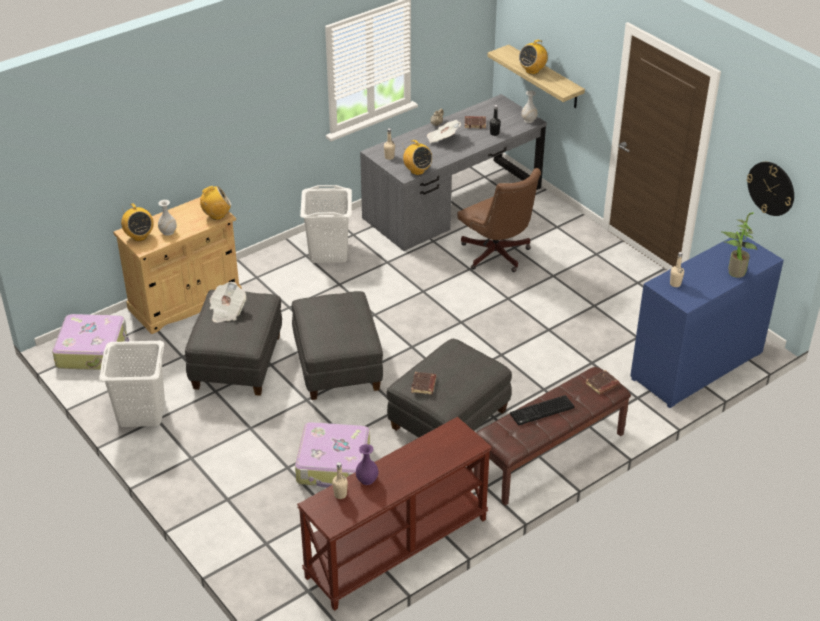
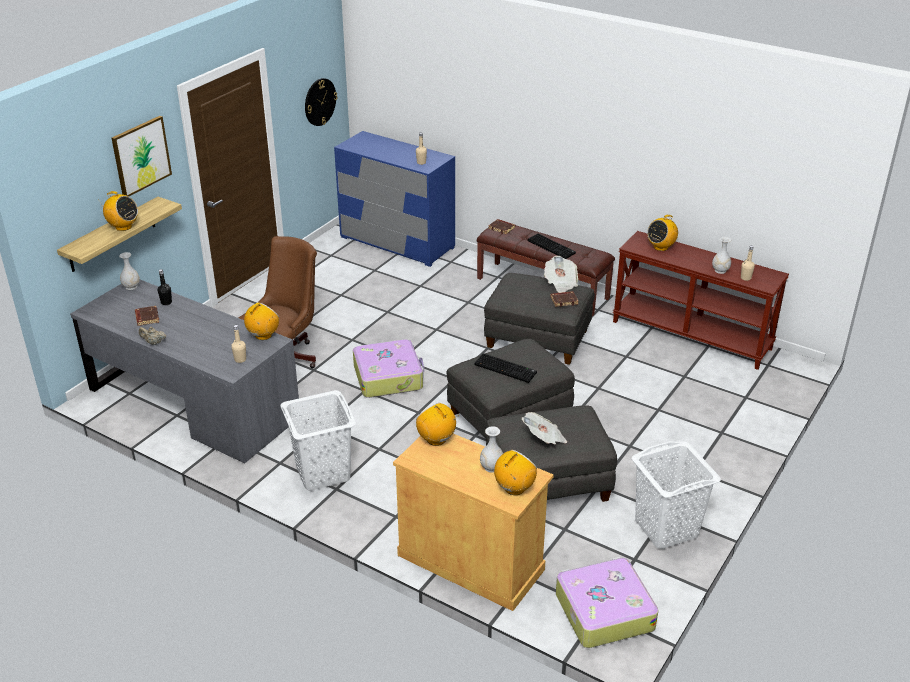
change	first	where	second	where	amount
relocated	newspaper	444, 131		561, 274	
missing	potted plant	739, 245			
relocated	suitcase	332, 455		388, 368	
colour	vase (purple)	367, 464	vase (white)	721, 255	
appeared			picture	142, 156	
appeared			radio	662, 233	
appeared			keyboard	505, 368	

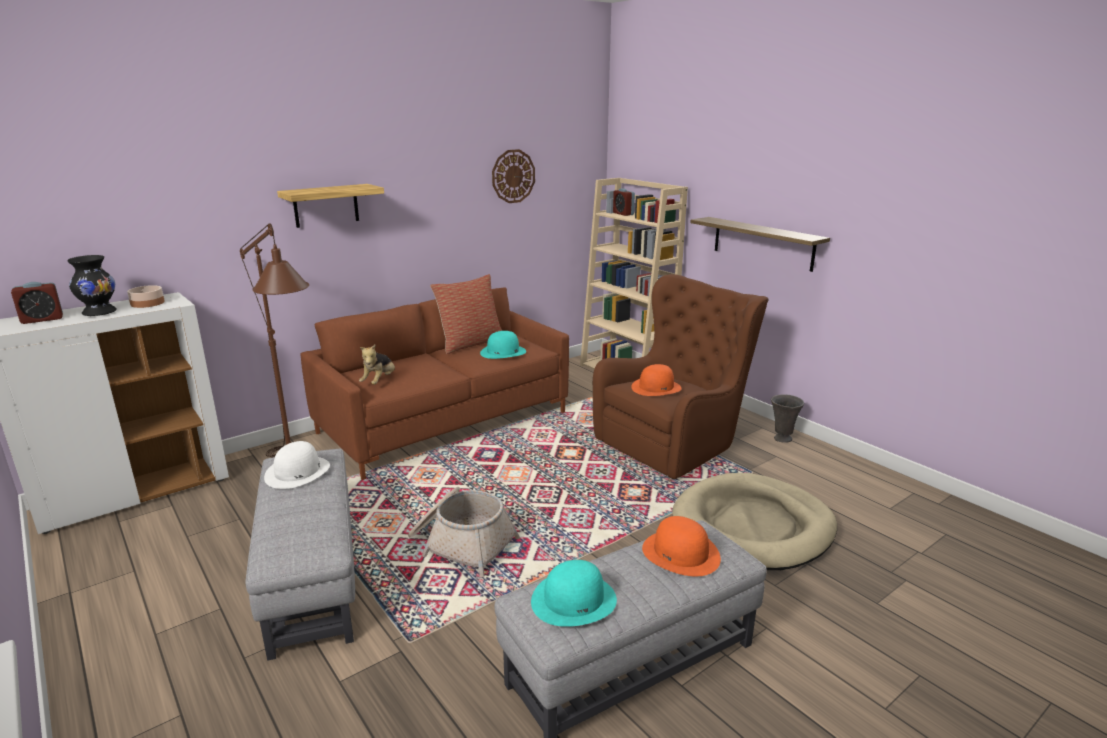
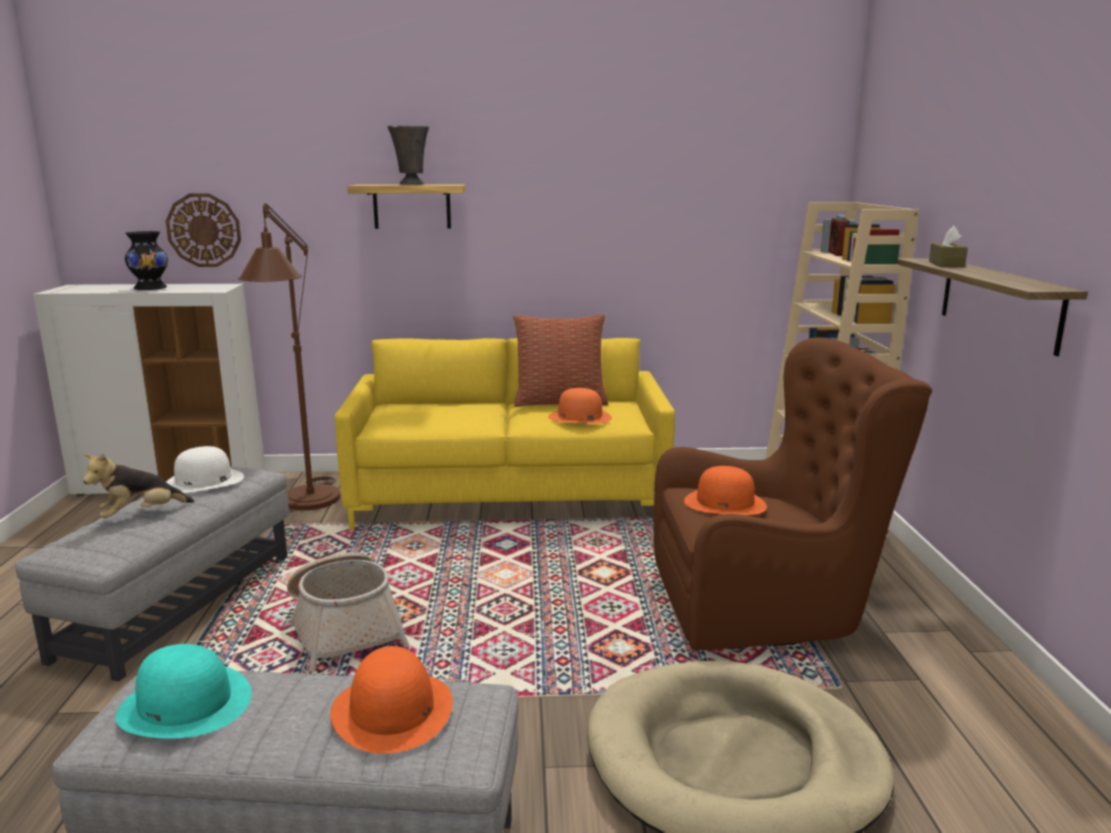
change	first	where	second	where	amount
relocated	wall clock	513, 176		203, 230	
missing	alarm clock	37, 303			
missing	bowl	146, 296			
colour	sofa (brown)	434, 384	sofa (yellow)	505, 434	
colour	hat (turquoise)	503, 345	hat (orange)	580, 406	
relocated	plush toy	377, 365		138, 486	
relocated	vase (grey)	787, 418		408, 155	
appeared			tissue box (brown)	948, 246	

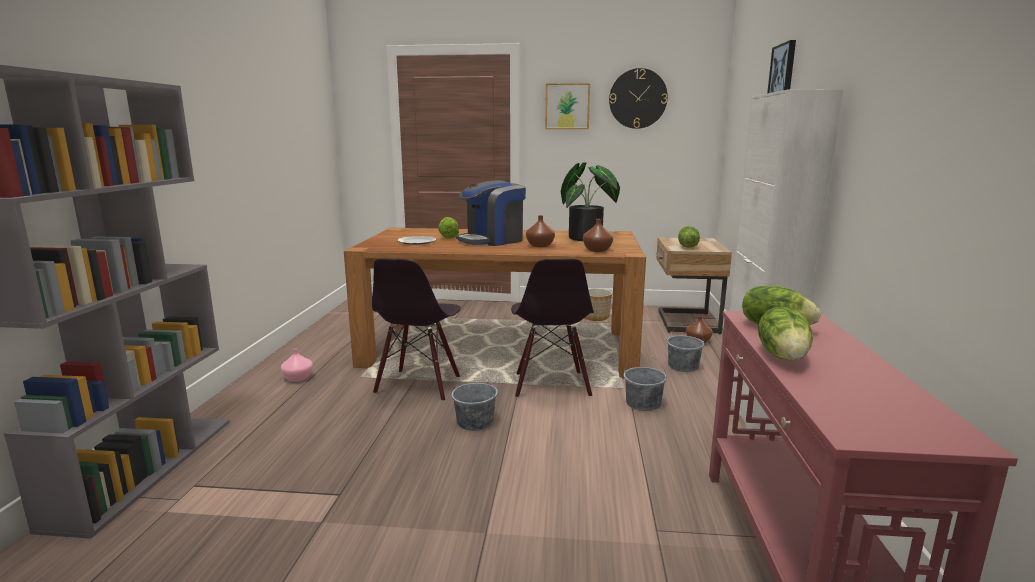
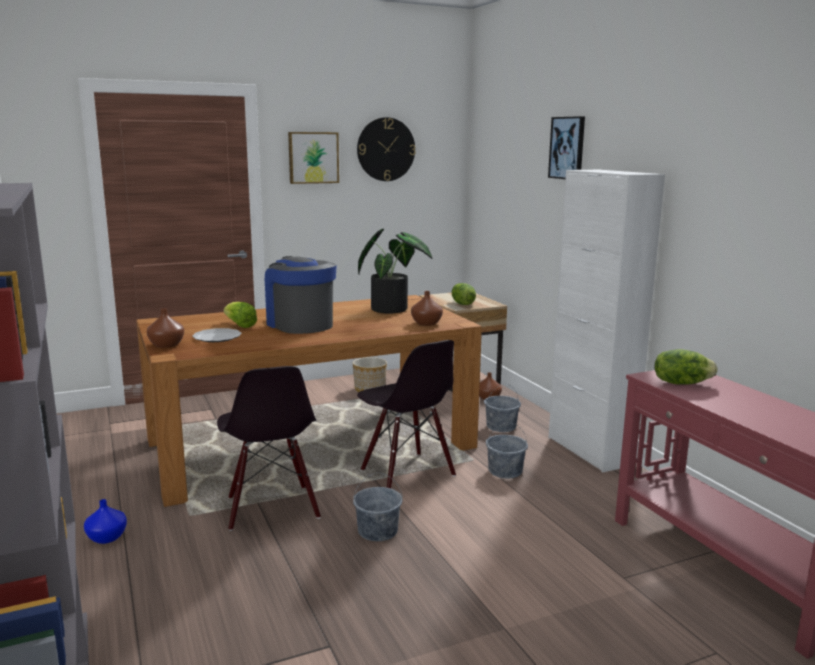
change	first	where	second	where	amount
spun	coffee machine	491, 213		301, 295	120 degrees clockwise
relocated	vase (brown)	540, 231		165, 328	
missing	lettuce	785, 334			
colour	vase (pink)	297, 365	vase (blue)	105, 521	

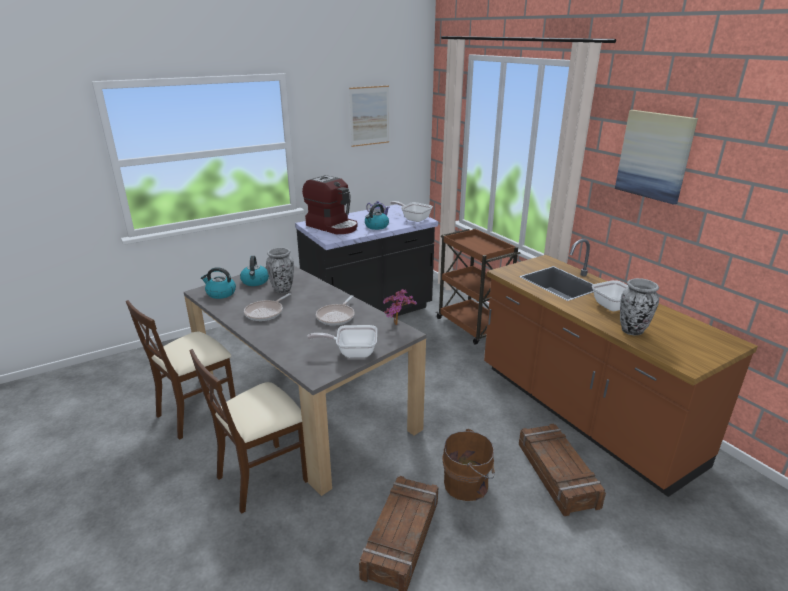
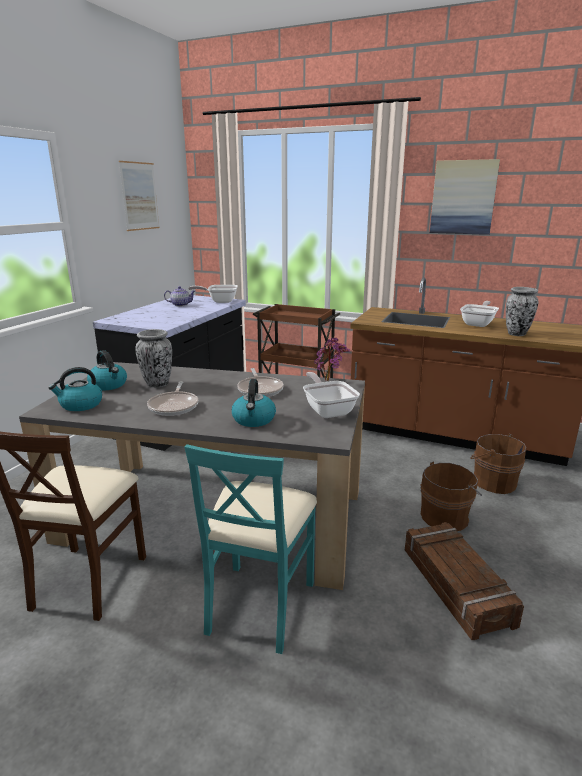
change	first	where	second	where	amount
missing	coffee machine	330, 204			
relocated	kettle	377, 217		254, 403	
spun	frying pan	342, 341		331, 395	105 degrees clockwise
colour	chair (beige)	248, 431	chair (turquoise)	251, 549	
exchanged	crate	562, 470	bucket (brown)	498, 464	

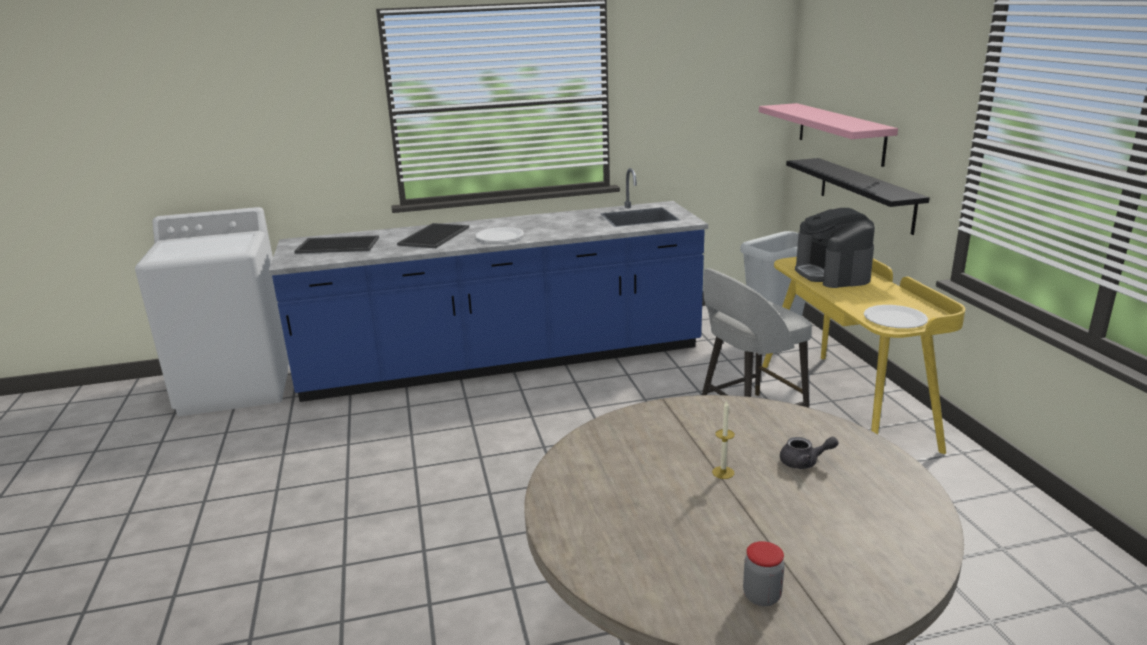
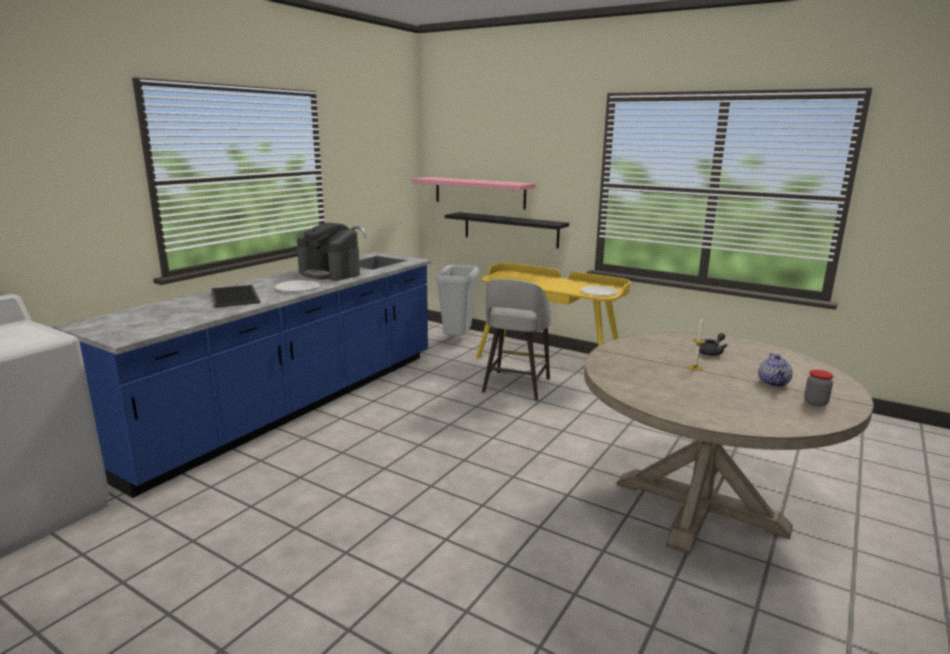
change	first	where	second	where	amount
relocated	coffee machine	835, 248		328, 252	
missing	tray	336, 244			
appeared			teapot	775, 370	

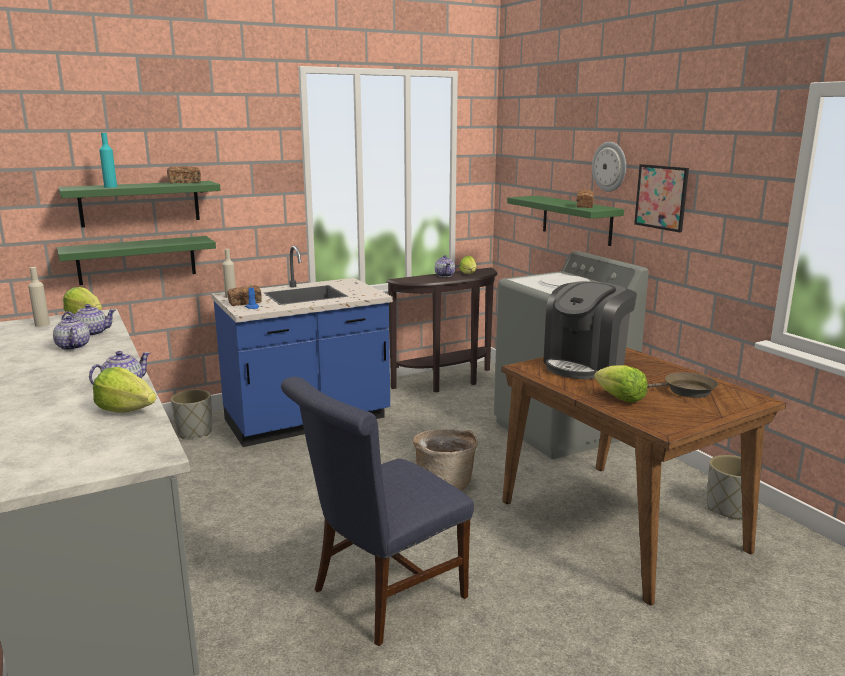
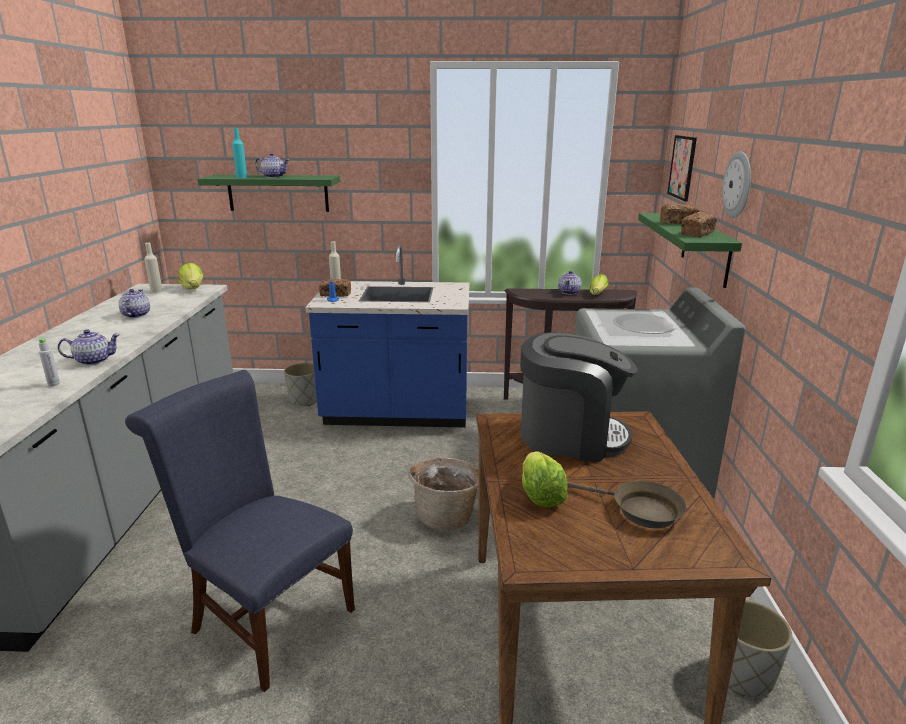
change	first	where	second	where	amount
relocated	picture	661, 198		682, 168	
relocated	bread	184, 174		680, 214	
missing	shelf (green)	136, 260			
spun	coffee machine	590, 330		578, 397	150 degrees counterclockwise
relocated	teapot	89, 320		272, 165	
exchanged	lettuce	124, 390	bottle (grey)	49, 362	
spun	chair (blue)	377, 511		240, 531	45 degrees clockwise

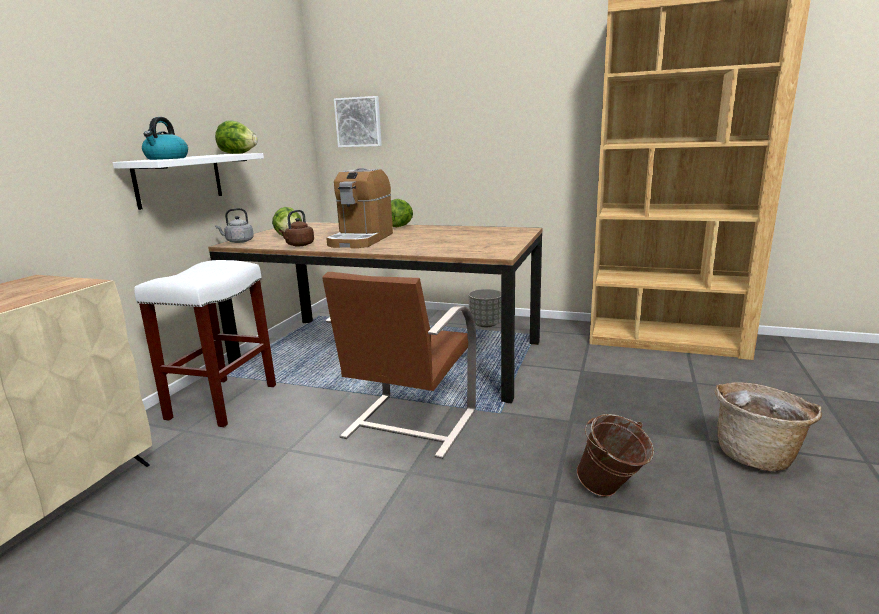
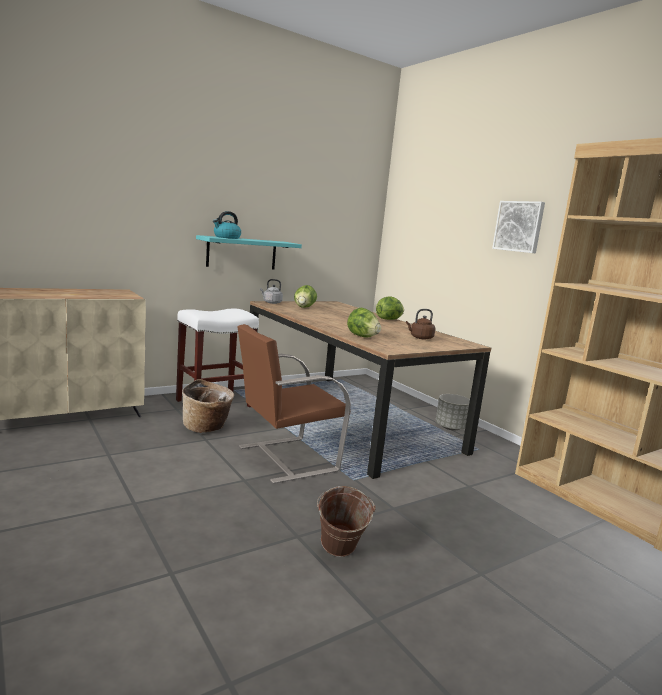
change	first	where	second	where	amount
relocated	picture	358, 121		518, 227	
relocated	lettuce	236, 137		364, 323	
colour	shelf (white)	188, 181	shelf (turquoise)	249, 252	
missing	coffee machine	359, 208			
relocated	kettle (brown)	296, 228		420, 324	
relocated	basket	768, 426		208, 406	

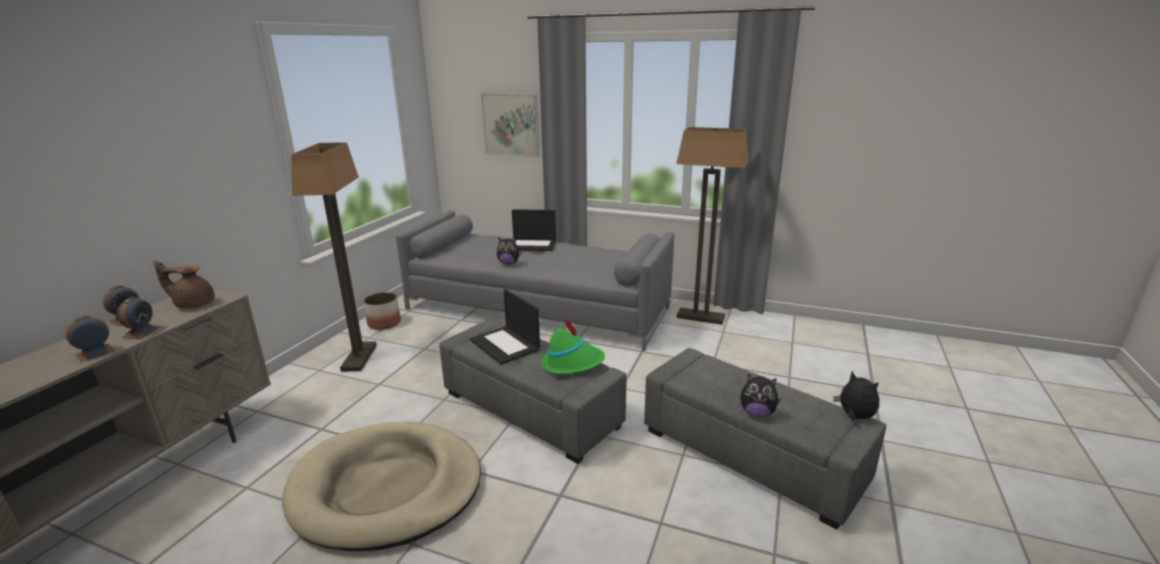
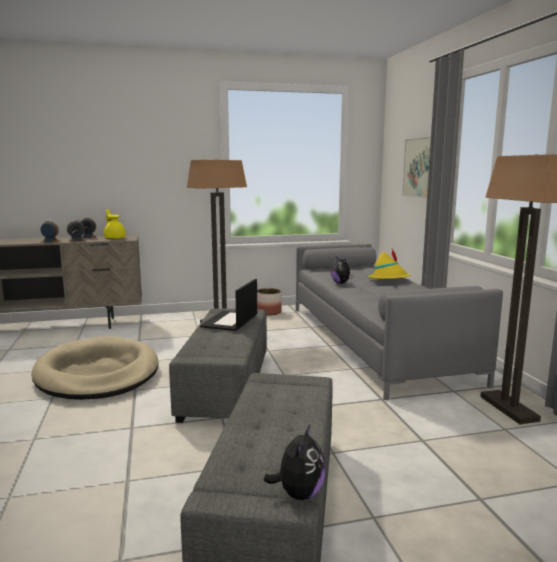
change	first	where	second	where	amount
exchanged	laptop	534, 230	hat (yellow)	389, 264	
colour	teapot (brown)	184, 285	teapot (yellow)	115, 224	
missing	hat (green)	573, 345			
missing	plush toy	760, 395			

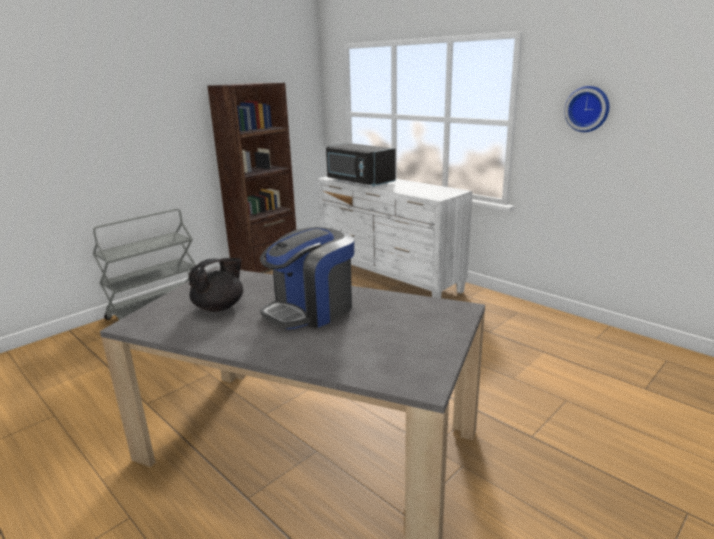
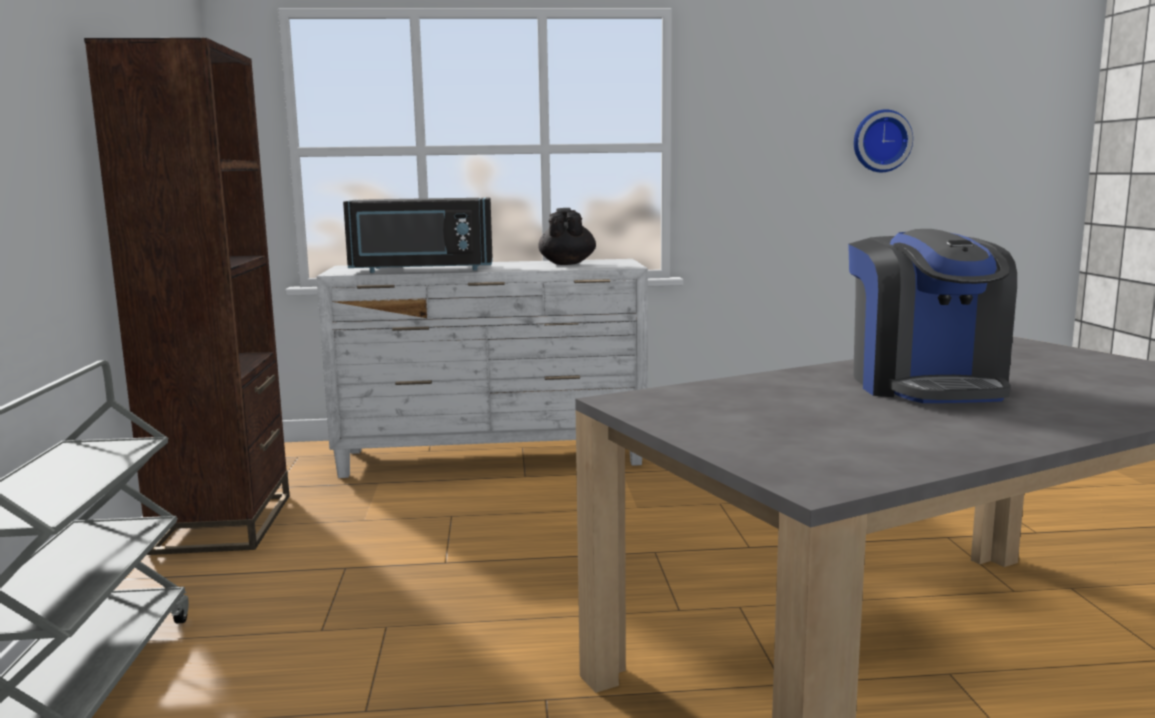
change	first	where	second	where	amount
relocated	wall clock	586, 109		883, 140	
relocated	teapot (black)	216, 285		567, 236	

